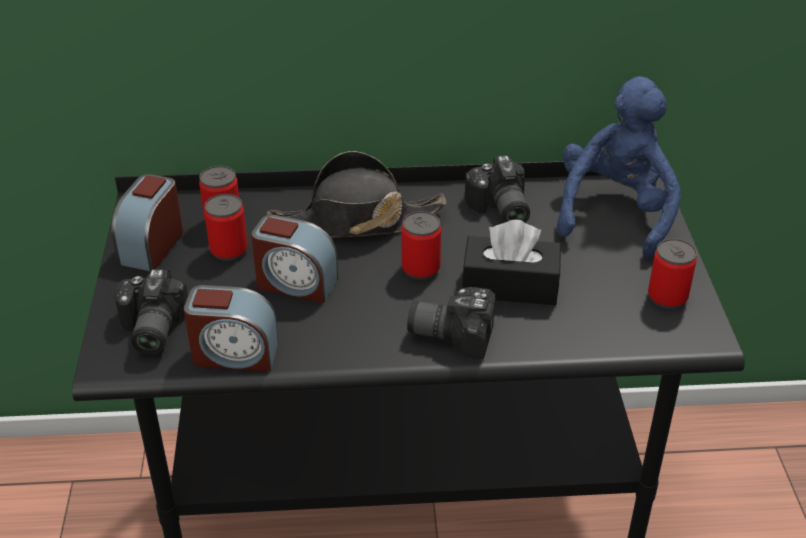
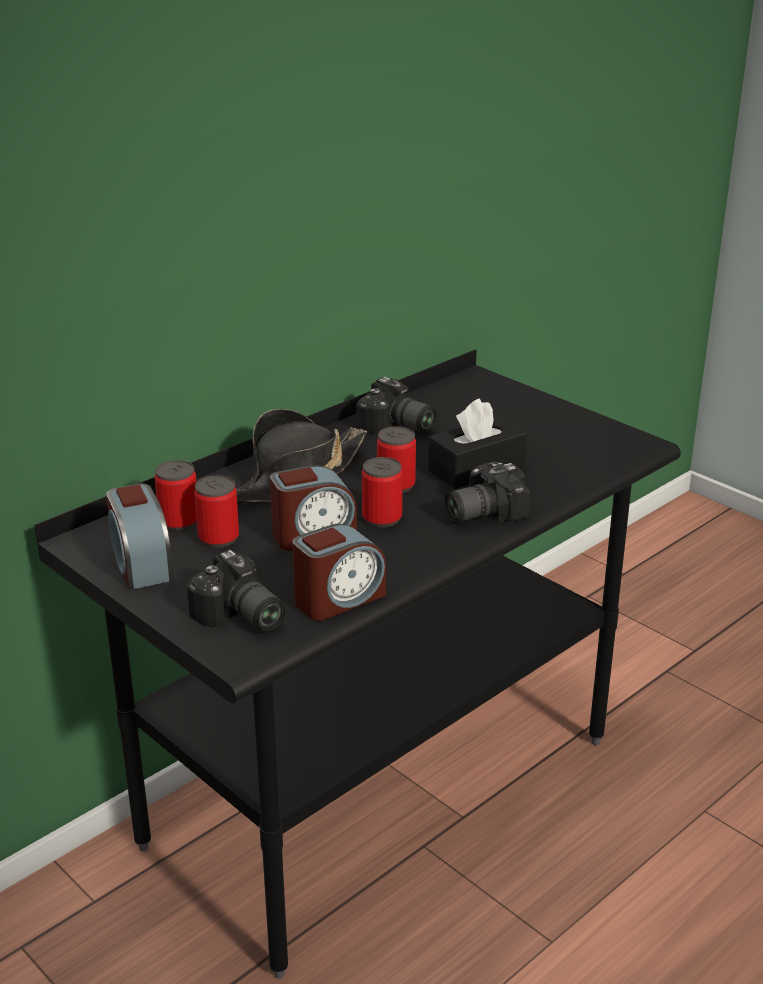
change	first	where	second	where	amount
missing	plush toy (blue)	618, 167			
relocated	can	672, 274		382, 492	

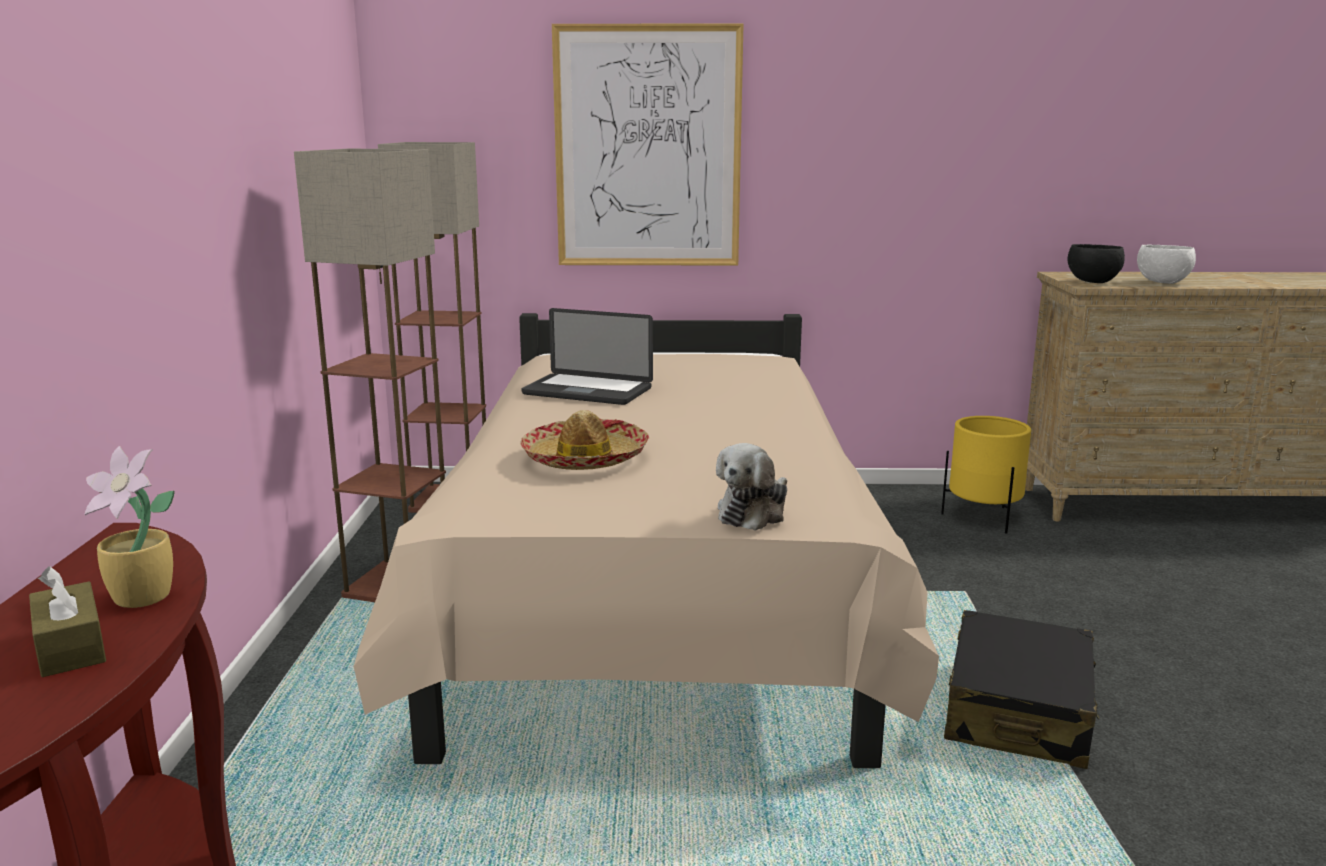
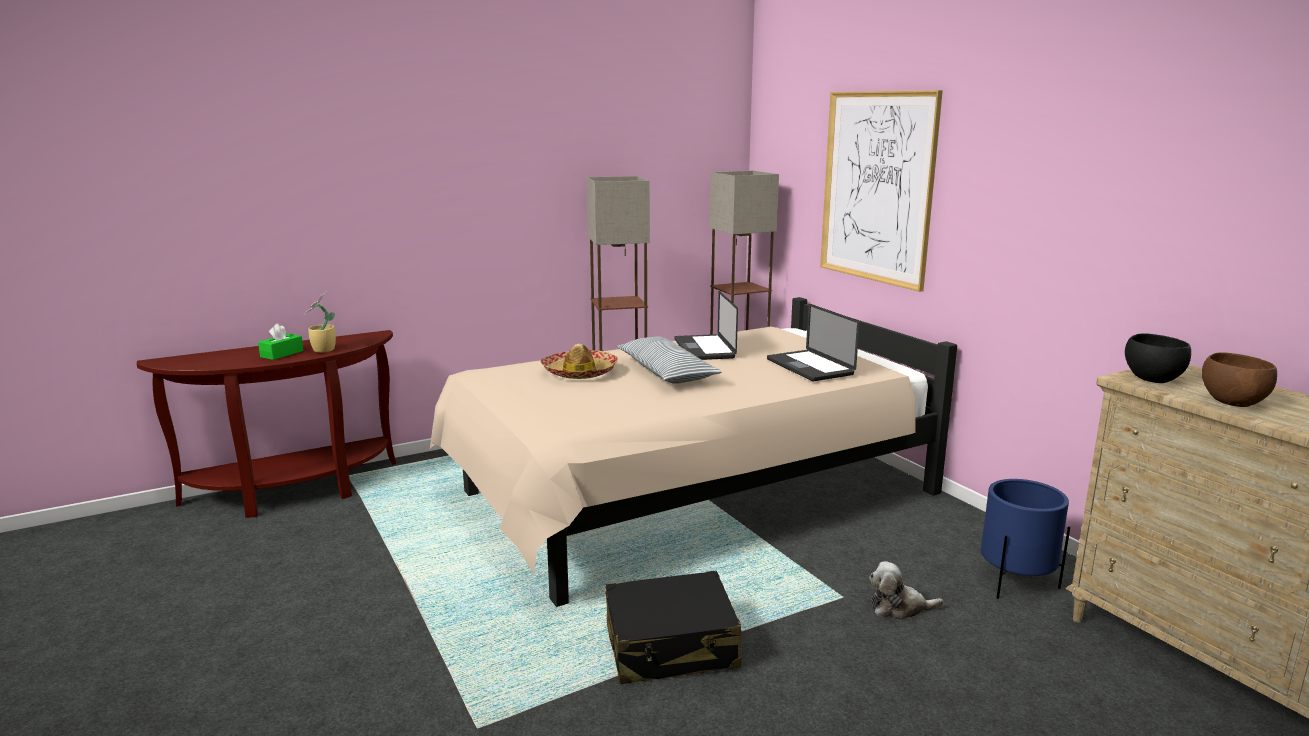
change	first	where	second	where	amount
colour	bowl (white)	1166, 264	bowl (brown)	1239, 379	
colour	planter (yellow)	986, 475	planter (blue)	1025, 539	
relocated	plush toy	751, 487		906, 590	
colour	tissue box (brown)	67, 621	tissue box (green)	281, 341	
appeared			laptop	813, 342	
appeared			pillow	669, 360	

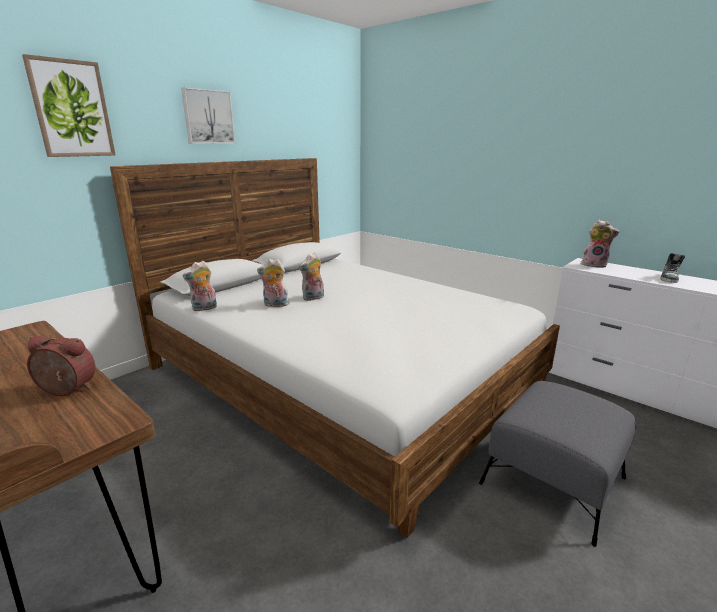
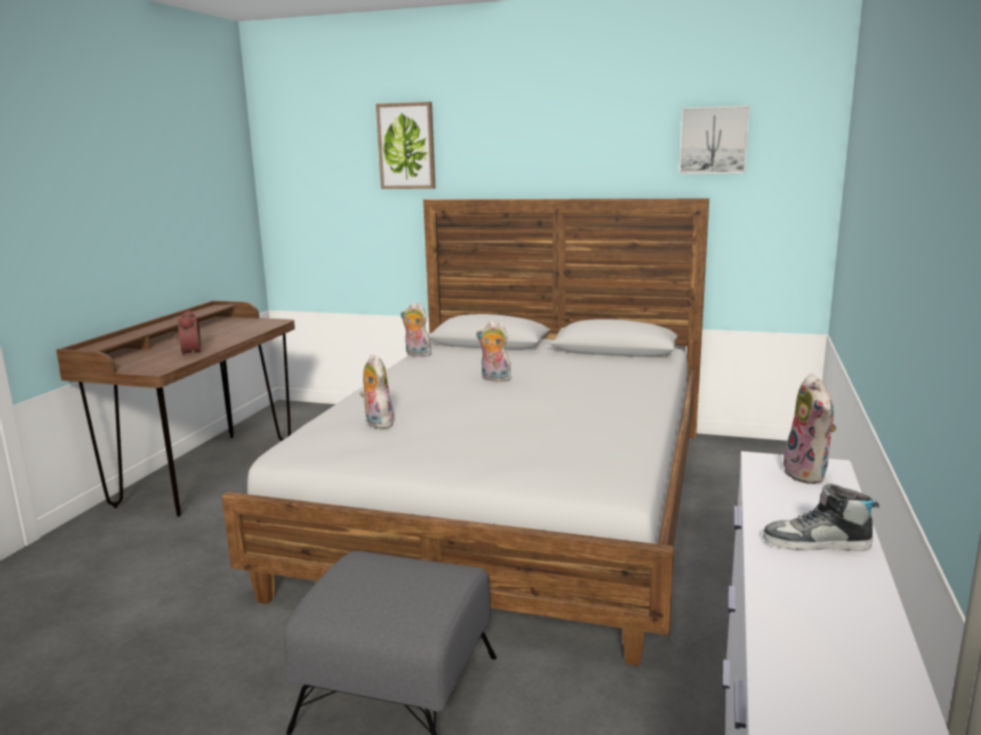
change	first	where	second	where	amount
relocated	picture	208, 115		714, 140	
relocated	plush toy	273, 283		377, 391	

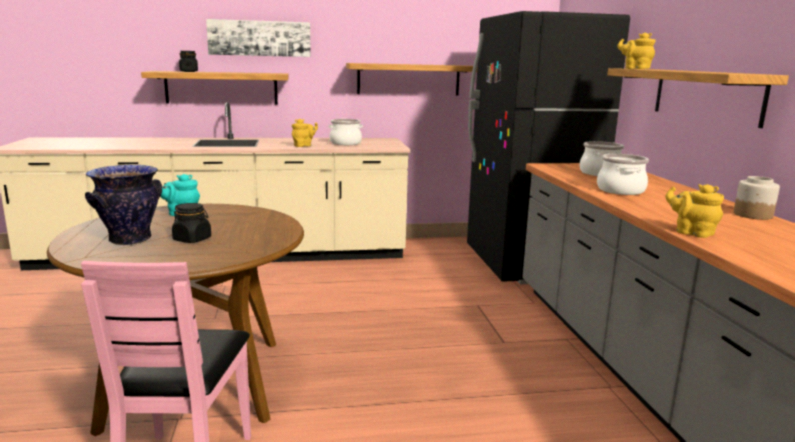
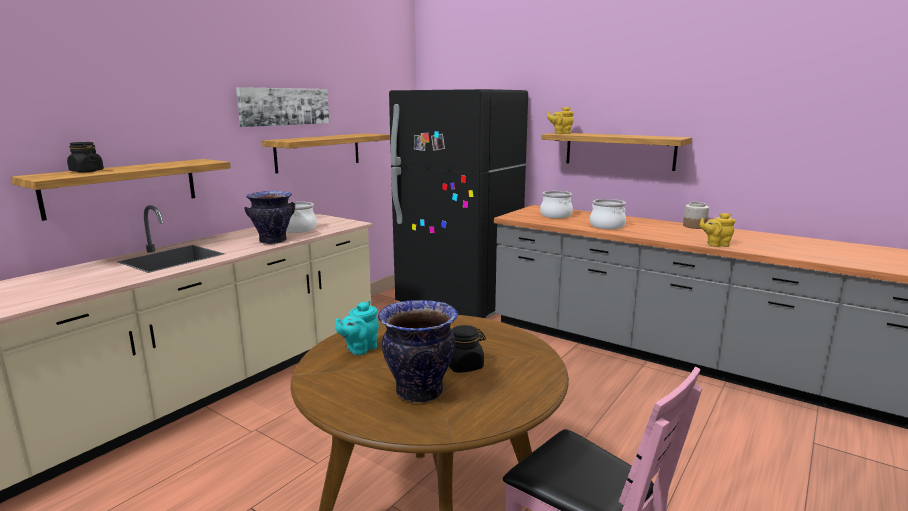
change	first	where	second	where	amount
relocated	picture	258, 38		282, 107	
exchanged	teapot (yellow)	305, 133	vase	269, 217	

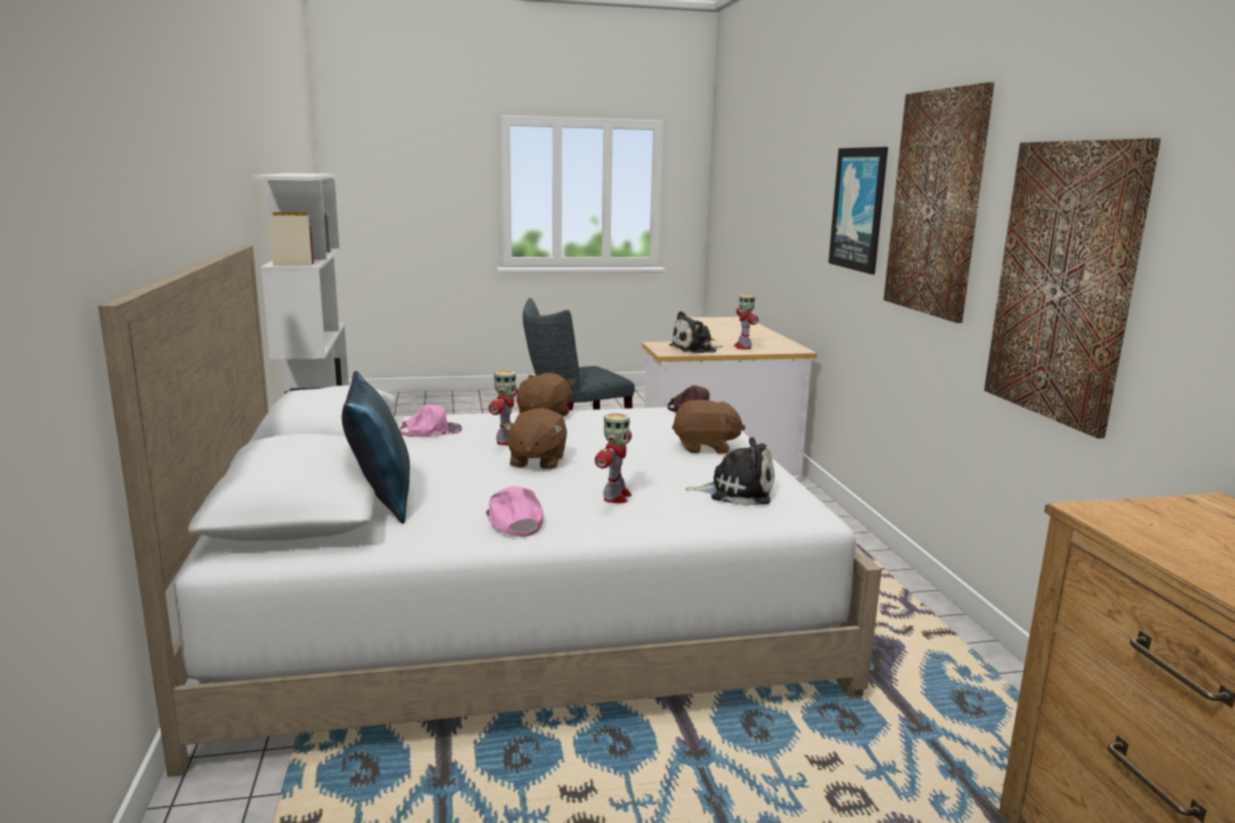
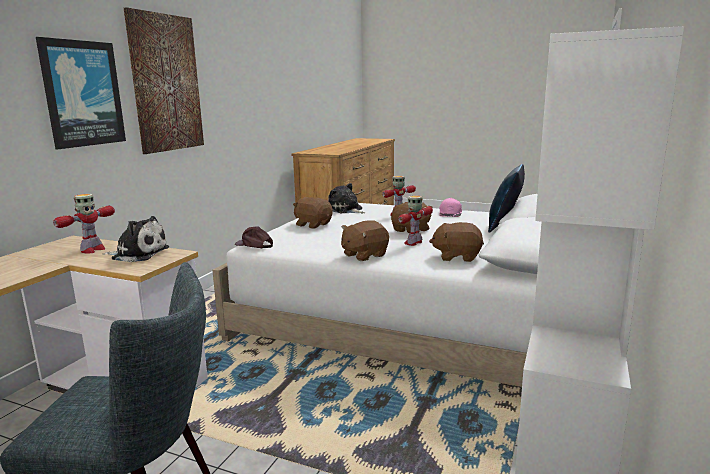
change	first	where	second	where	amount
missing	picture	1072, 288			
exchanged	cap (pink)	431, 420	plush toy (brown)	456, 242	

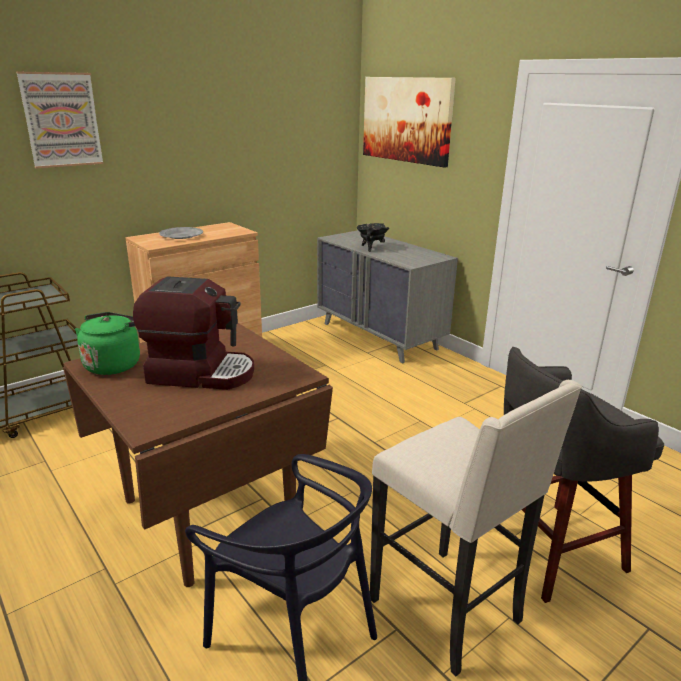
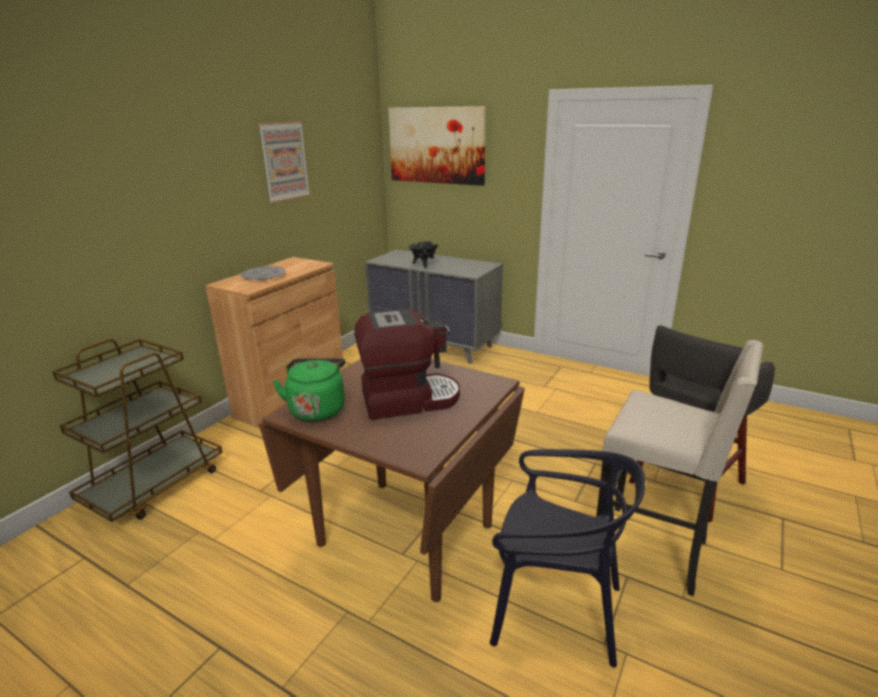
change	first	where	second	where	amount
relocated	picture	60, 120		284, 162	

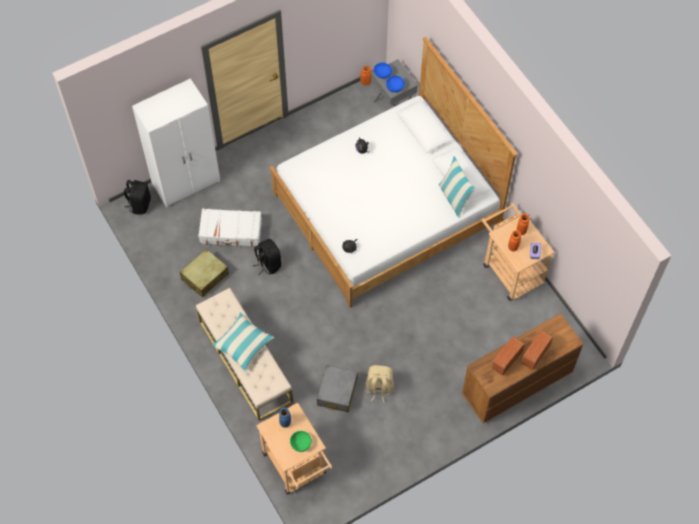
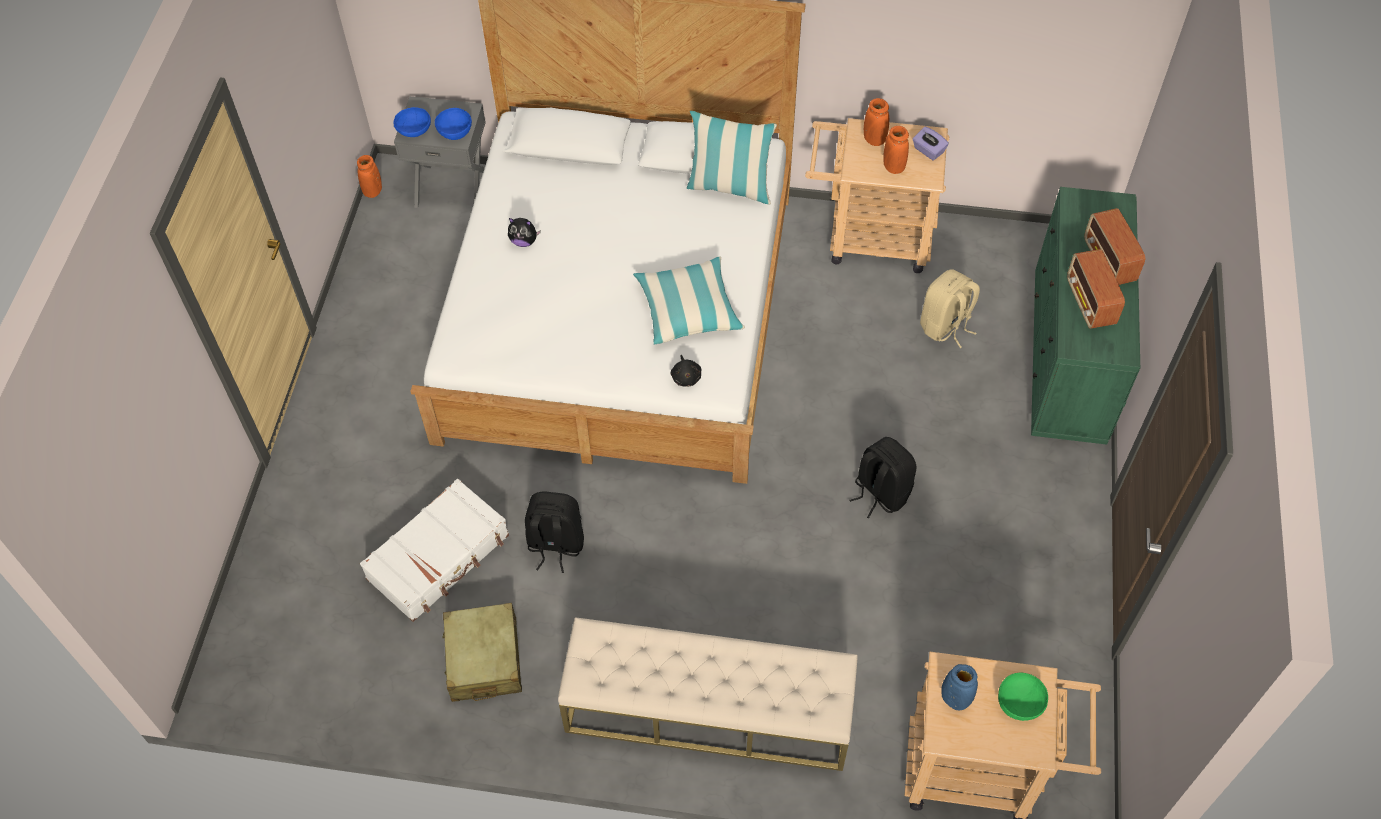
change	first	where	second	where	amount
missing	wardrobe (white)	176, 142			
relocated	backpack (black)	137, 197		882, 477	
relocated	pillow	243, 342		689, 300	
colour	dresser (brown)	522, 368	dresser (green)	1085, 316	
missing	suitcase (grey)	337, 388			
relocated	backpack (beige)	379, 384		950, 308	

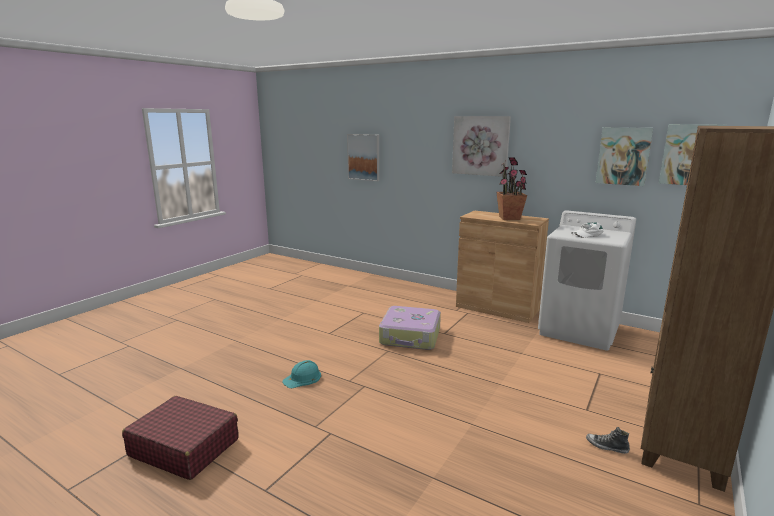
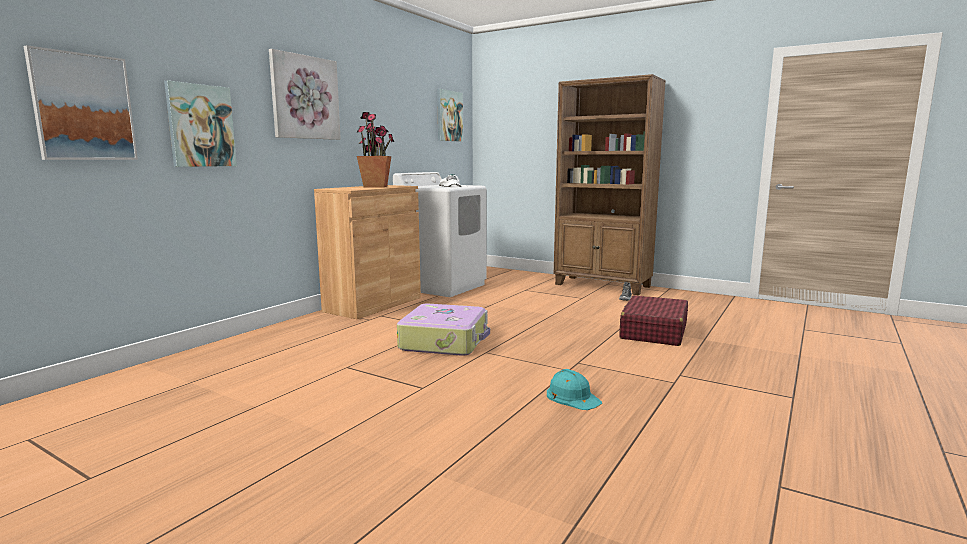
change	first	where	second	where	amount
relocated	picture	624, 156		200, 123	
relocated	suitcase (red)	180, 438		654, 320	

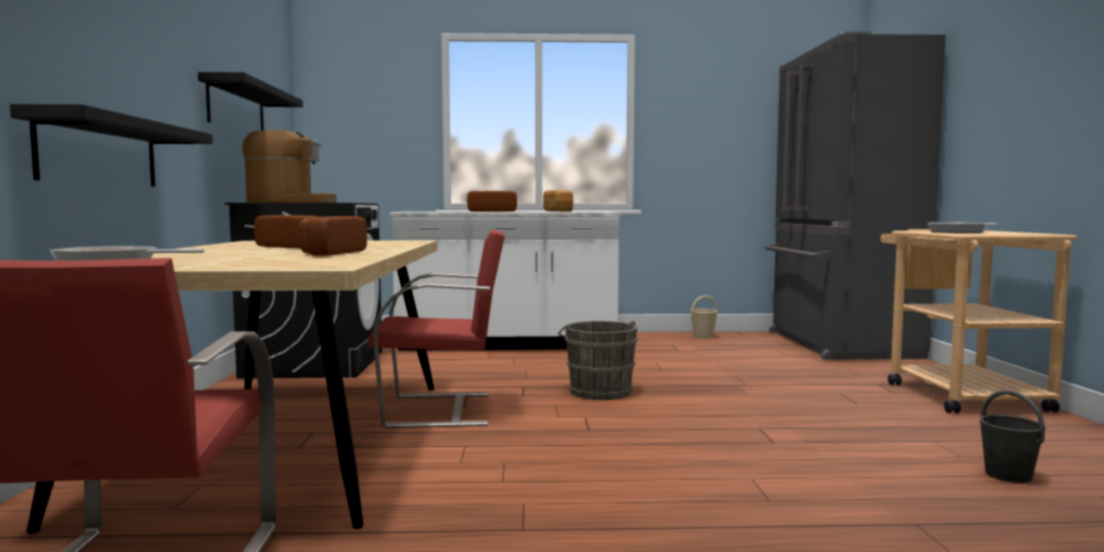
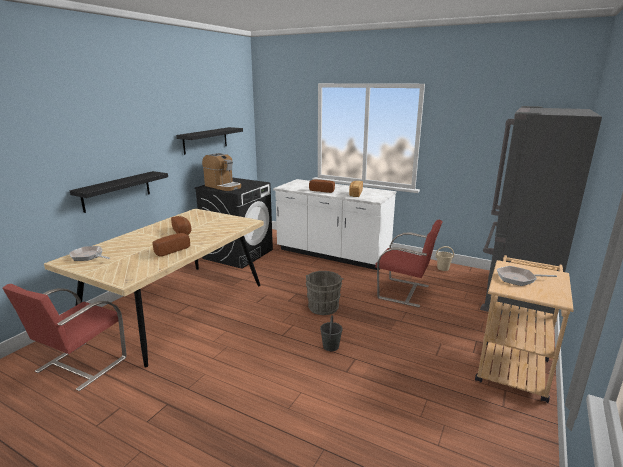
change	first	where	second	where	amount
relocated	chair (red)	436, 329		409, 263	
relocated	bucket (grey)	1012, 436		331, 333	

